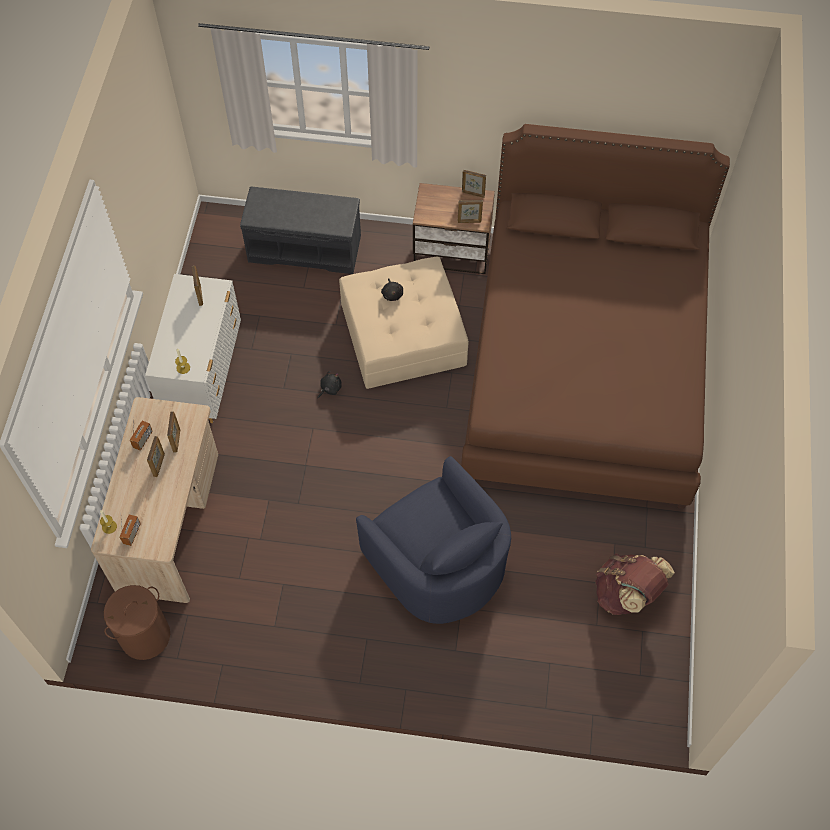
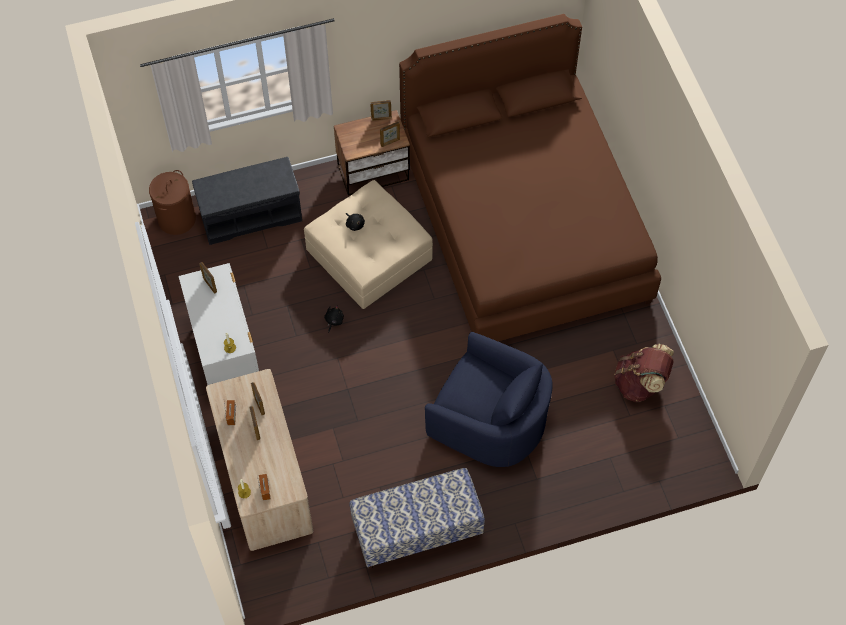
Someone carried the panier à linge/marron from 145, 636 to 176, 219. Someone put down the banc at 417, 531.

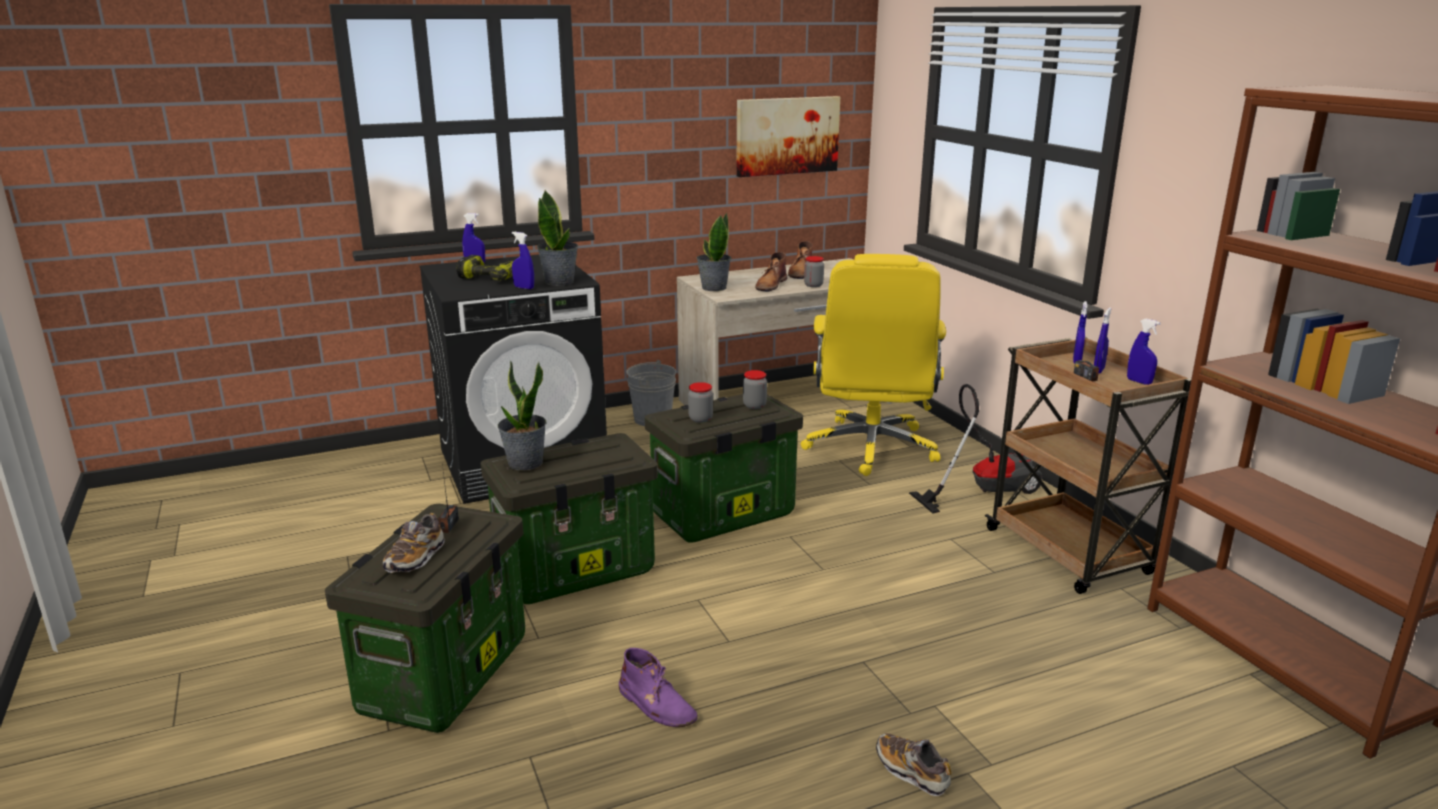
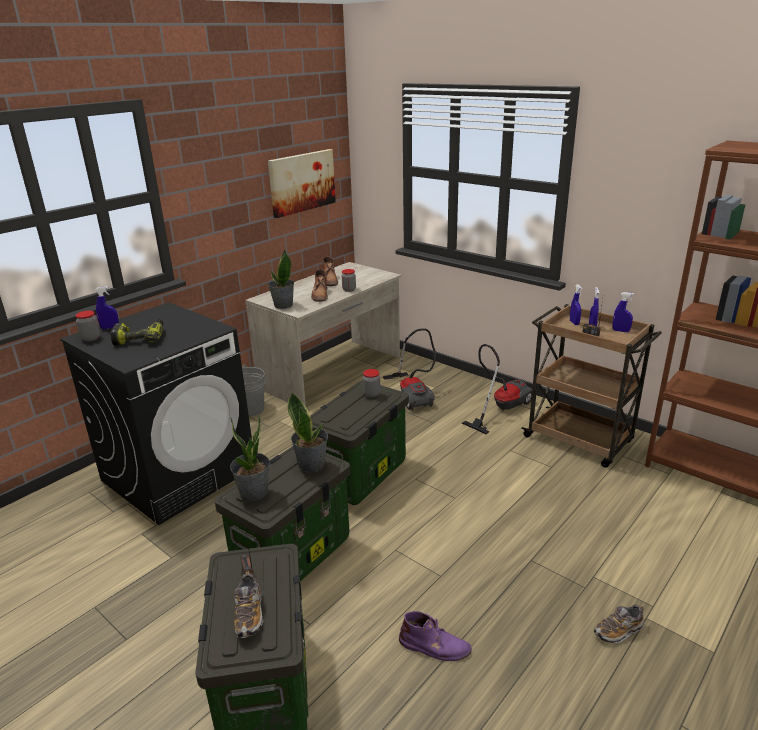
Someone carried the bocal from 700, 419 to 91, 338. Someone carried the plante en pot from 559, 282 to 312, 464. Someone swapped the chaise de bureau/jaune at 871, 448 for the aspirateur at 413, 395. Someone rotated the chaussure at 911, 772 by 45 degrees counterclockwise. Someone took away the vaporisateur/bleu at 524, 288.

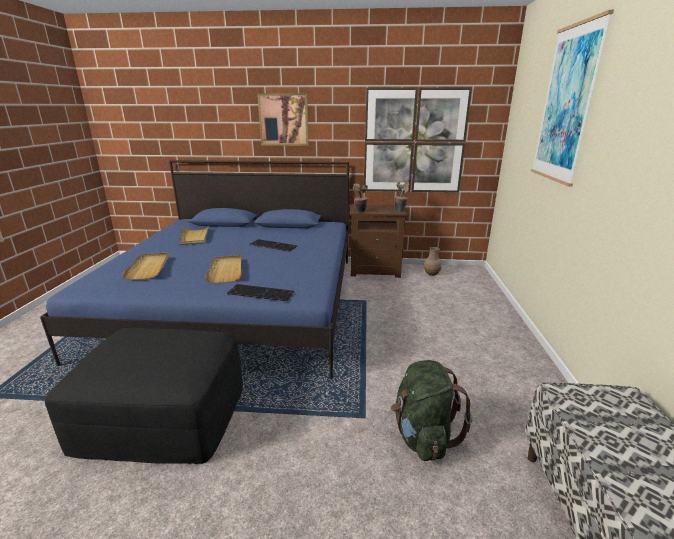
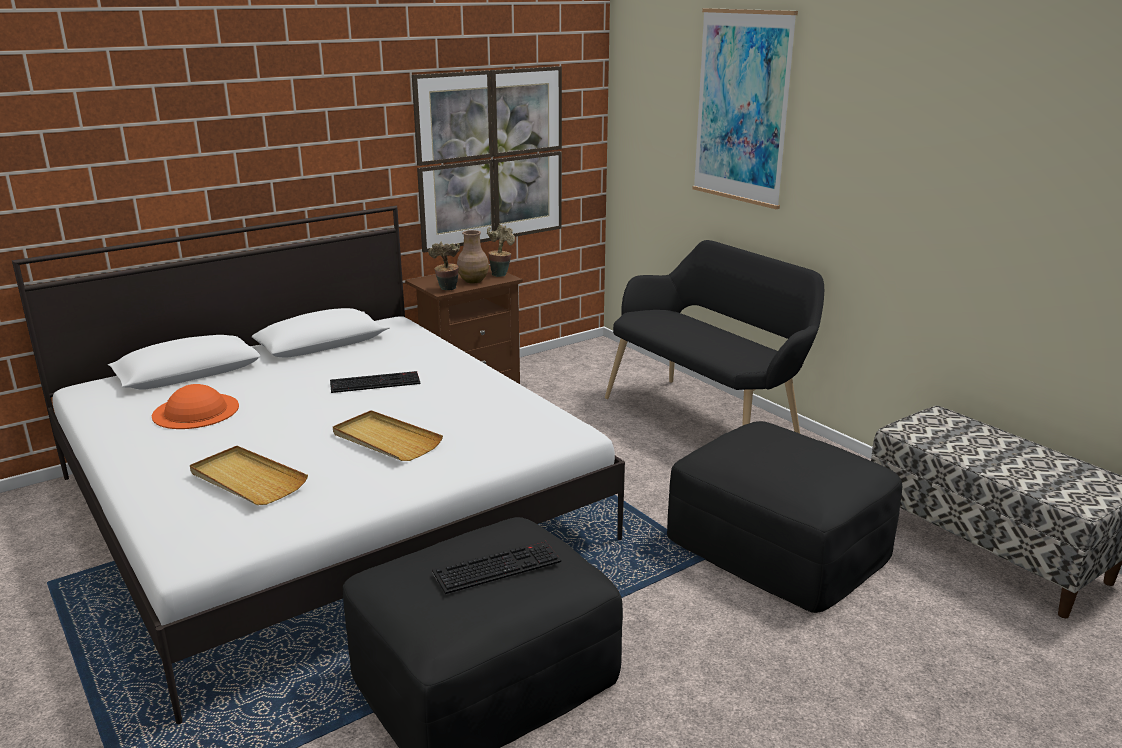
Someone repainted the lit/bleu at 238, 302, which became the lit/blanc at 327, 507. Someone swapped the plateau/beige at 194, 237 for the chapeau/orange at 196, 411. Someone carried the clavier from 261, 292 to 497, 566. Someone carried the vase/marron from 431, 273 to 473, 281. Someone put down the banc/noir at 707, 419. Someone swapped the sac à dos/vert at 423, 436 for the pouf/noir at 778, 545. Someone took away the tableau at 283, 119.

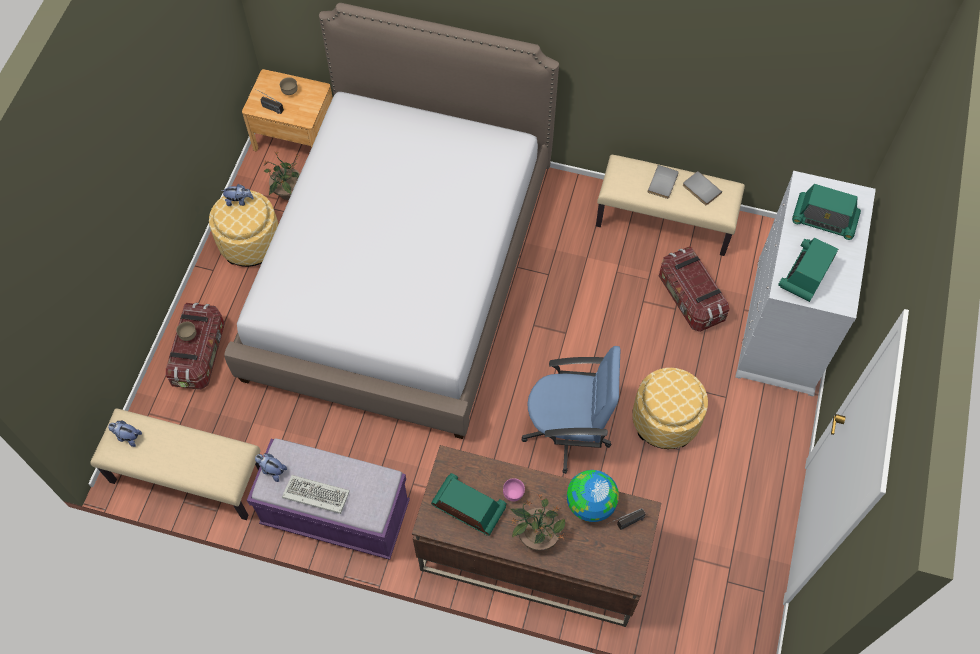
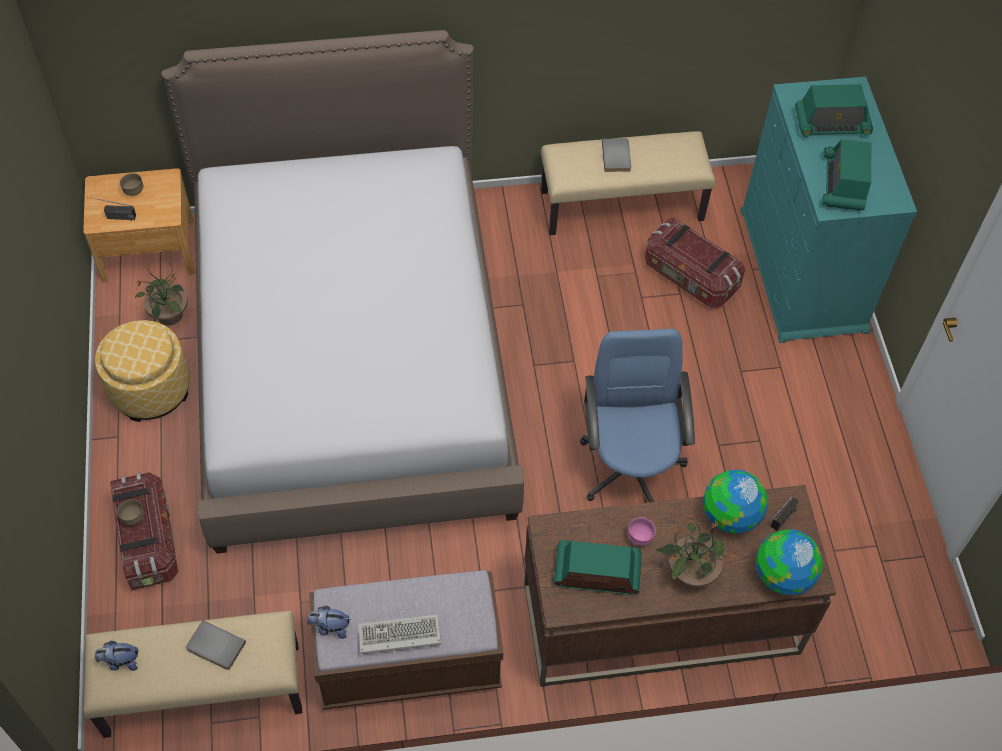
Someone carried the livre/gris from 700, 190 to 215, 647. Someone repainted the banc/violet at 336, 514, which became the banc/marron at 409, 663. Someone rotated the chaise de bureau/bleu at 568, 431 by 75 degrees counterclockwise. Someone repainted the commode/blanc at 785, 325, which became the commode/turquoise at 803, 270. Someone put down the globe at 782, 576. Someone took away the peluche at 239, 201. Someone took away the pouf at 665, 420.

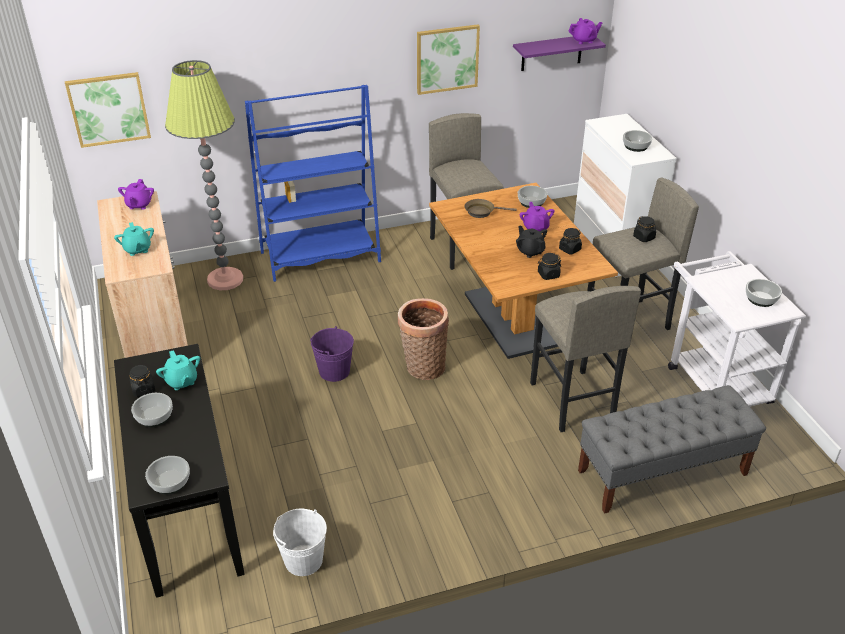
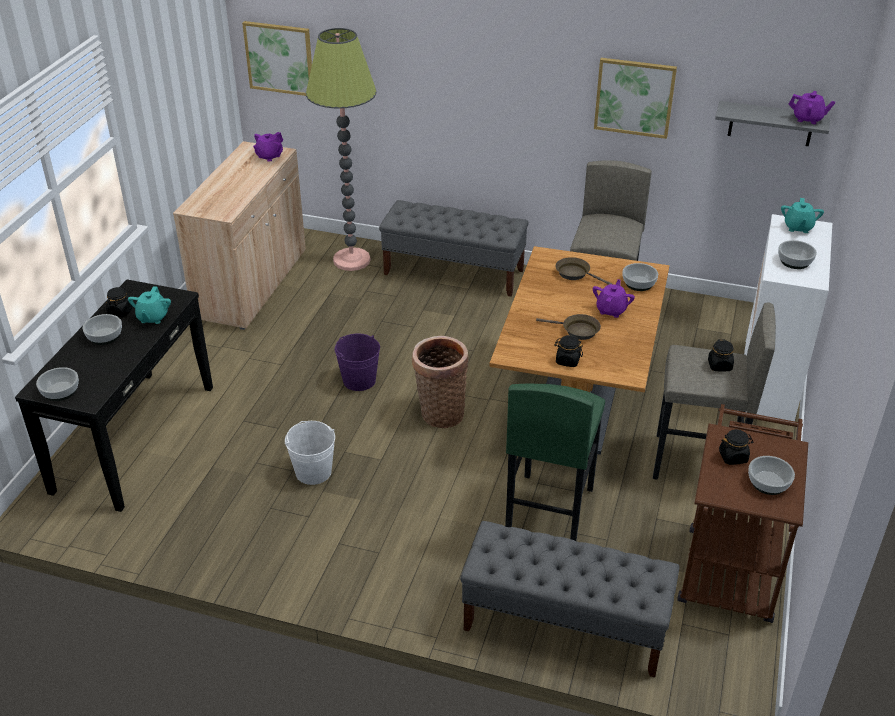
Someone carried the seau/blanc from 303, 560 to 313, 472. Someone swapped the bibliothèque/bleu at 320, 257 for the banc/gris at 454, 272. Someone repainted the tabouret/gris at 571, 401, which became the tabouret/vert at 548, 511. Someone swapped the théière/noir at 530, 251 for the poêle/marron at 577, 331. Someone repainted the chariot/blanc at 713, 379, which became the chariot/marron at 730, 565. Someone repainted the étagère/violet at 551, 52, which became the étagère/gris at 771, 124. Someone carried the bocal/noir from 570, 249 to 733, 457. Someone carried the théière/turquoise from 137, 249 to 798, 227.

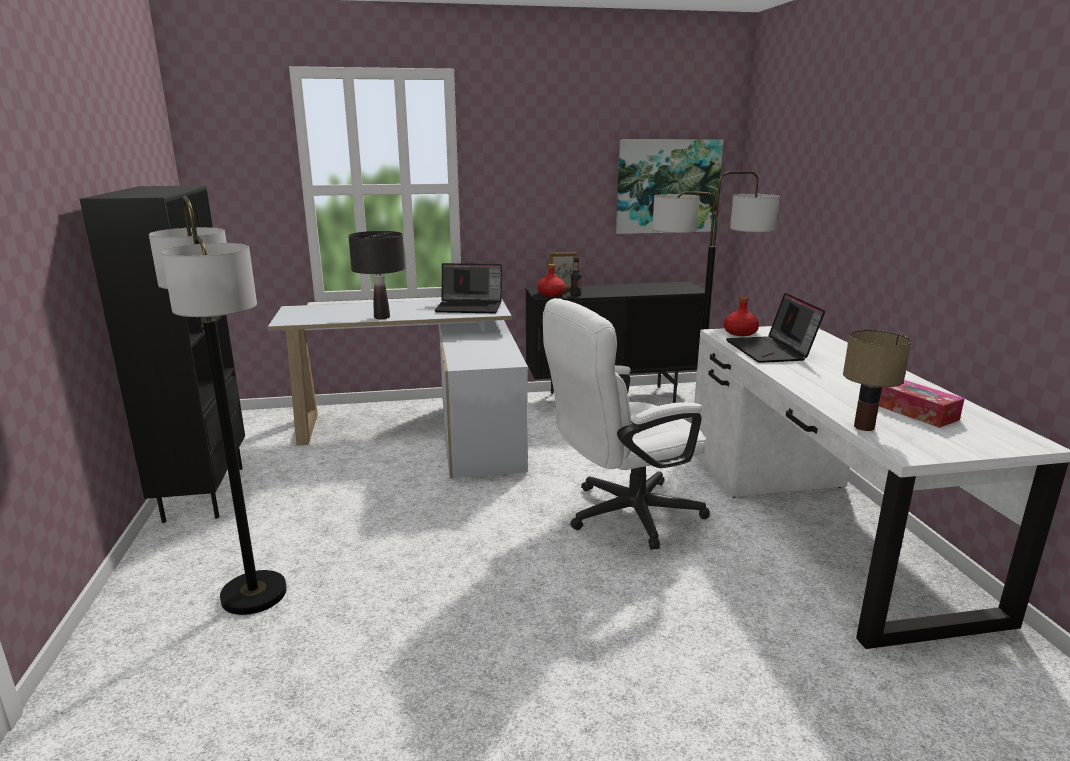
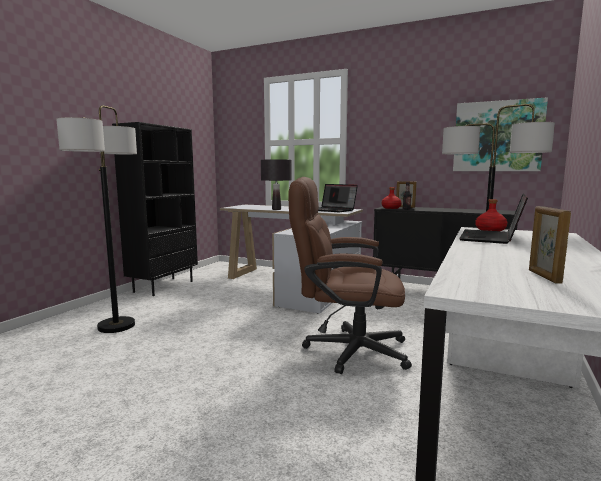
Someone repainted the chaise de bureau/blanc at 622, 515, which became the chaise de bureau/marron at 346, 350. Someone swapped the boîte à mouchoirs at 916, 412 for the cadre photo at 544, 276. Someone took away the lampe de table at 864, 427.

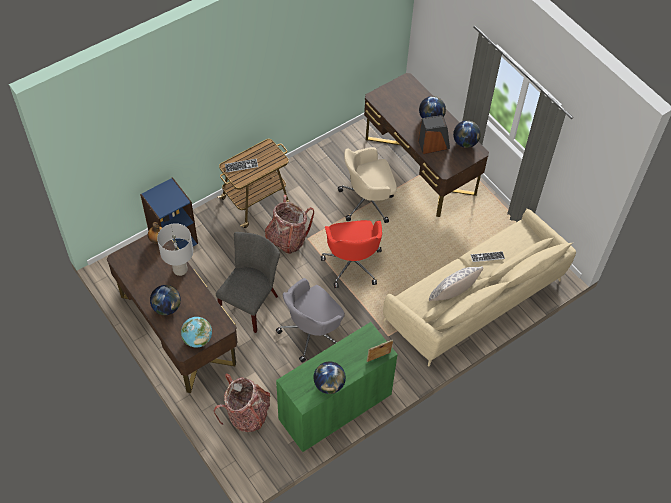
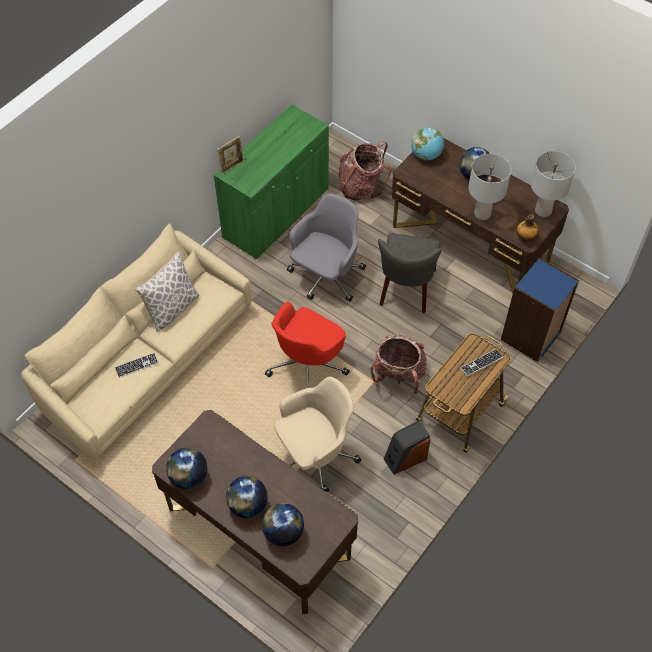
Someone carried the globe from 329, 384 to 283, 532. Someone rotated the chaise de bureau/rouge at 352, 263 by 120 degrees counterclockwise. Someone carried the enceinte from 433, 145 to 405, 458. Someone put down the lampe de table/gris at 543, 211.

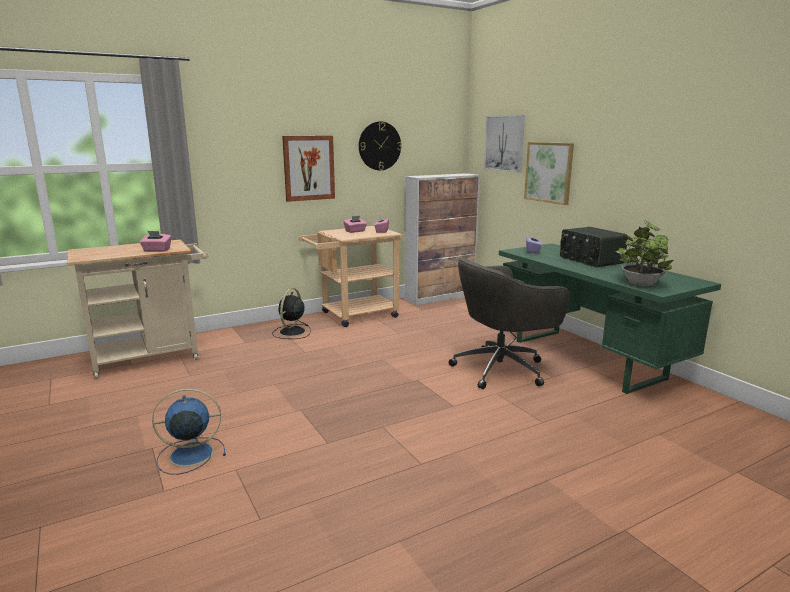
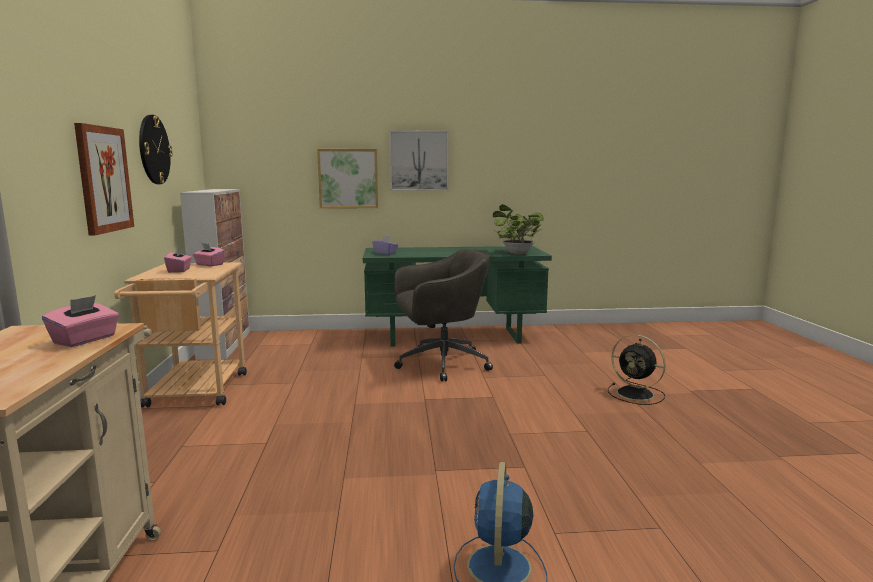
Someone carried the tableau from 504, 143 to 419, 160. Someone rotated the chaise de bureau/gris at 502, 369 by 105 degrees counterclockwise. Someone carried the ventilateur/noir from 291, 332 to 636, 394. Someone took away the radio at 590, 260.

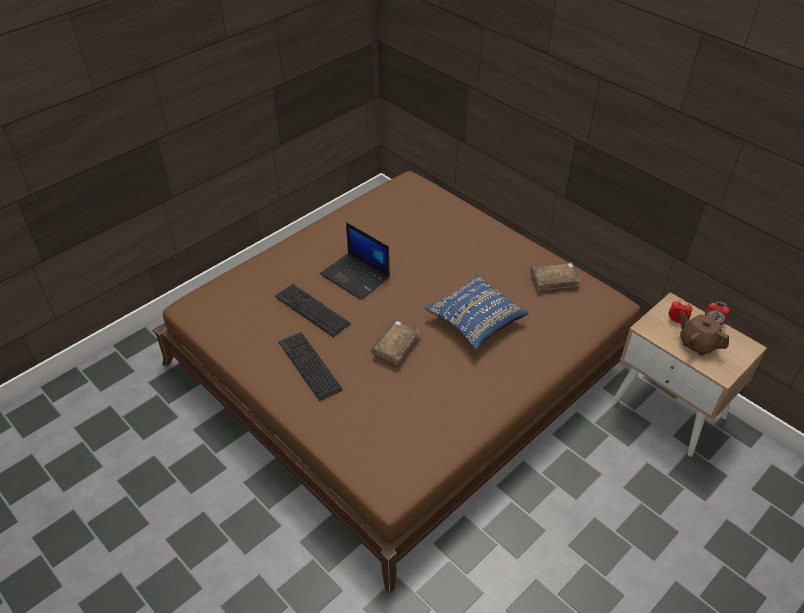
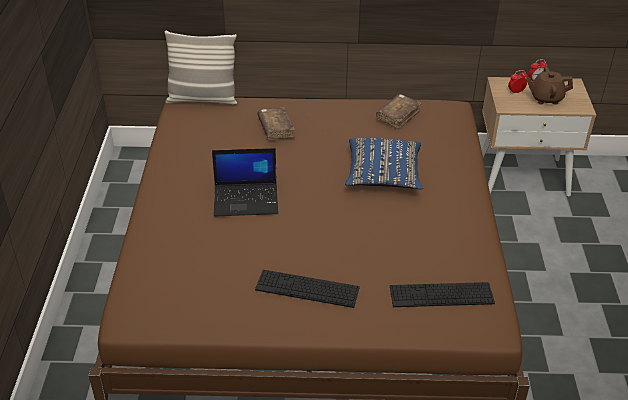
Someone put down the coussin at 202, 99. Someone carried the livre/marron from 396, 347 to 276, 129. Someone carried the clavier from 312, 310 to 441, 295.

